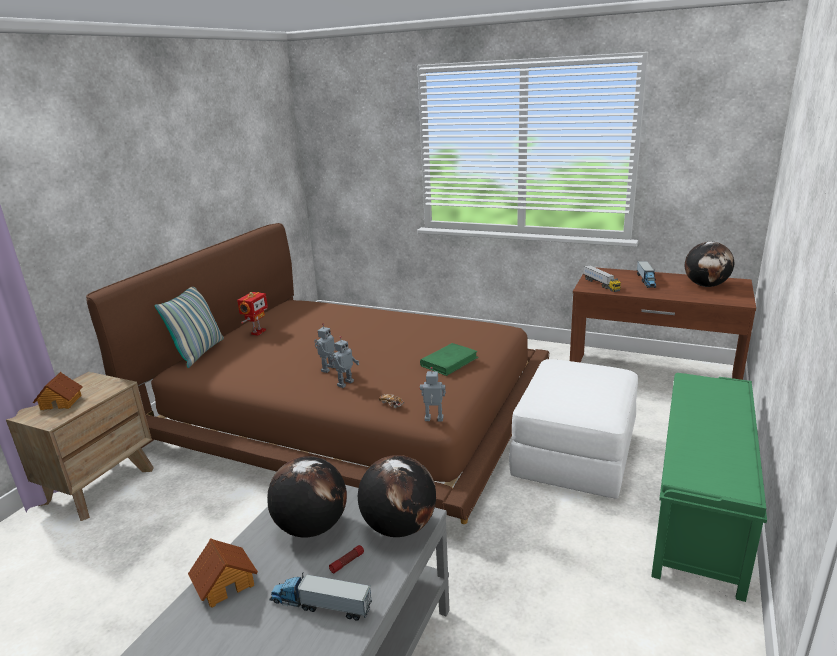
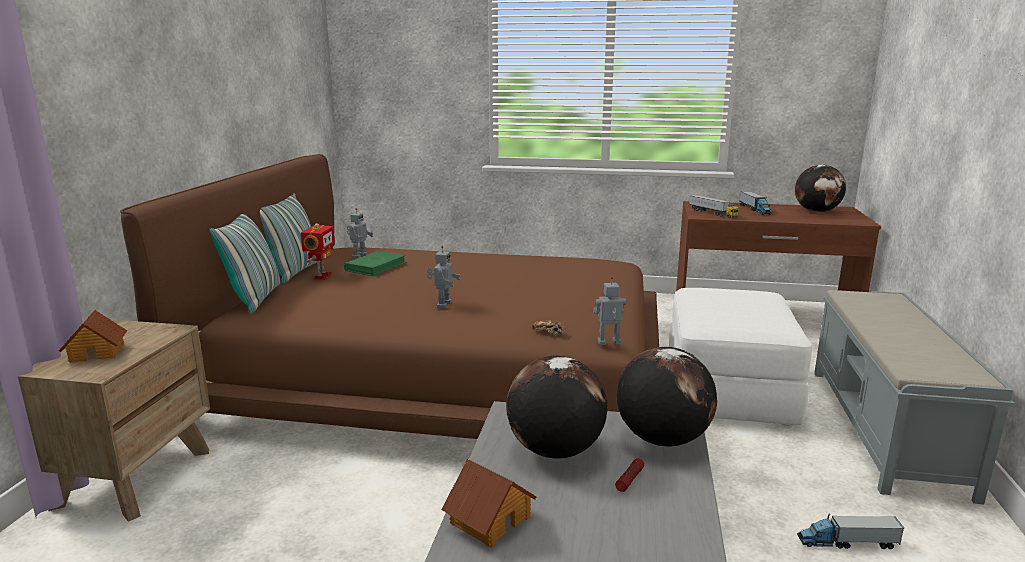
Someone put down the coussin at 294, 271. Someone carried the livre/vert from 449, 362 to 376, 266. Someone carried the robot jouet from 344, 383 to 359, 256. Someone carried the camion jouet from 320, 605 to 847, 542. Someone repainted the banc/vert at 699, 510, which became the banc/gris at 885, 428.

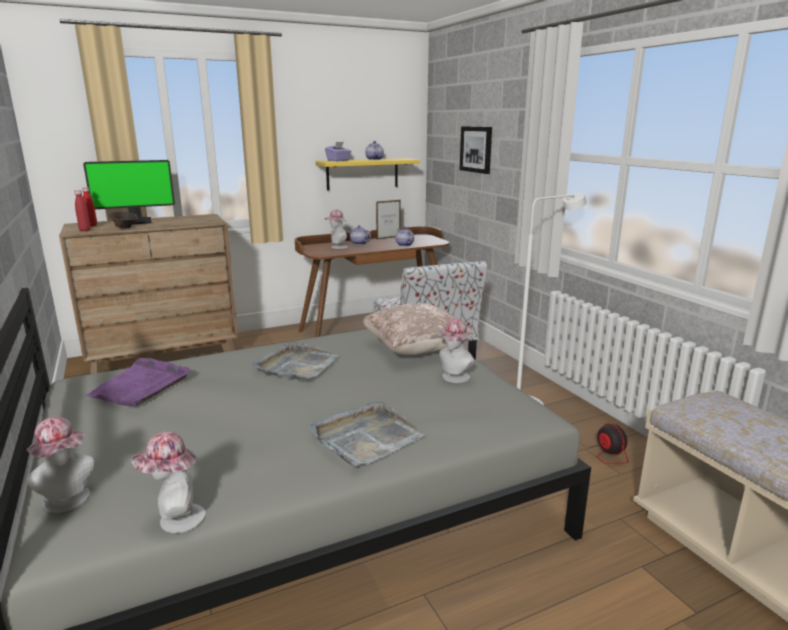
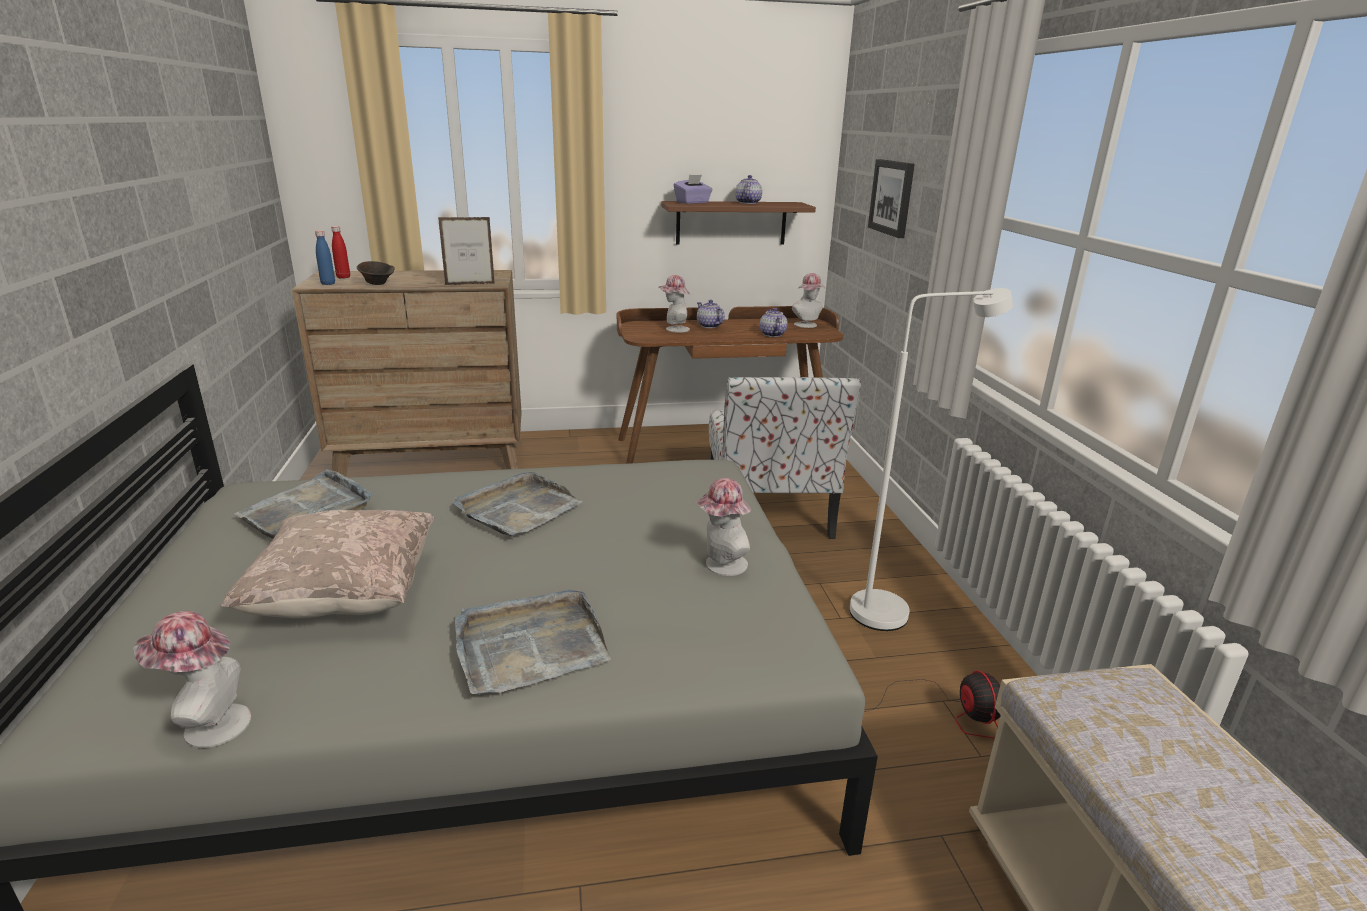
Someone carried the coussin/beige from 415, 350 to 346, 597. Someone repainted the plateau/violet at 141, 385, which became the plateau/gris at 307, 509. Someone repainted the bouteille/rouge at 85, 230, which became the bouteille/bleu at 328, 284. Someone carried the cadre photo from 388, 238 to 470, 284. Someone repainted the étagère/jaune at 362, 174, which became the étagère/marron at 731, 223. Someone carried the chapeau from 69, 501 to 807, 325. Someone took away the écran d'ordinateur at 136, 221.

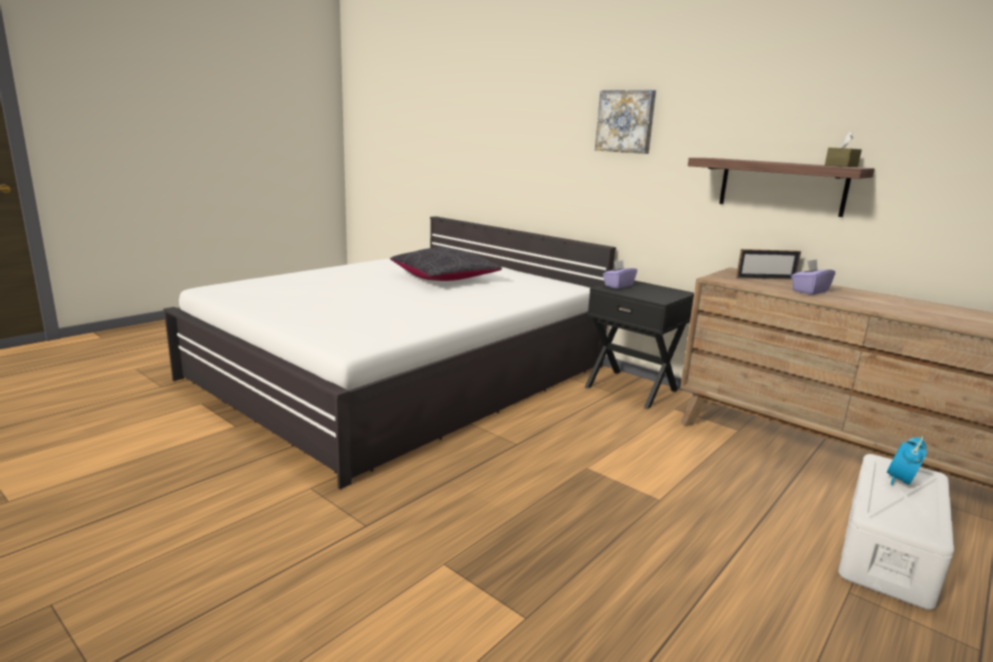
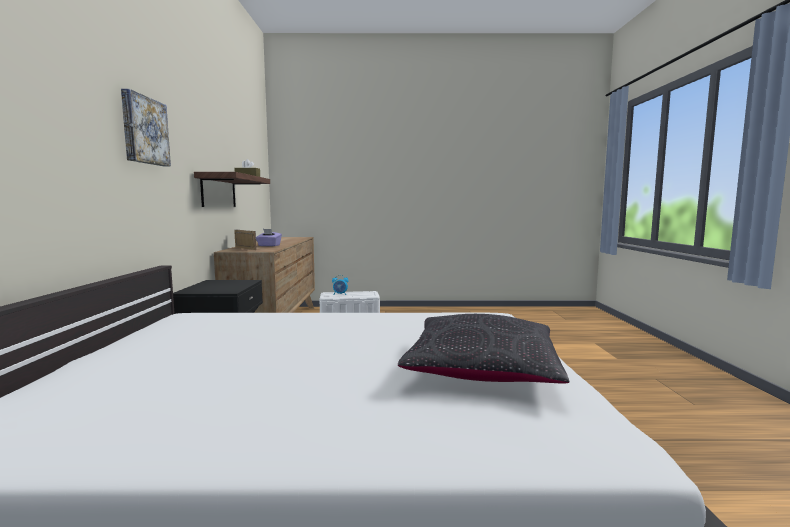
Someone carried the coussin/noir from 444, 278 to 482, 370. Someone took away the boîte à mouchoirs/violet at 618, 285.

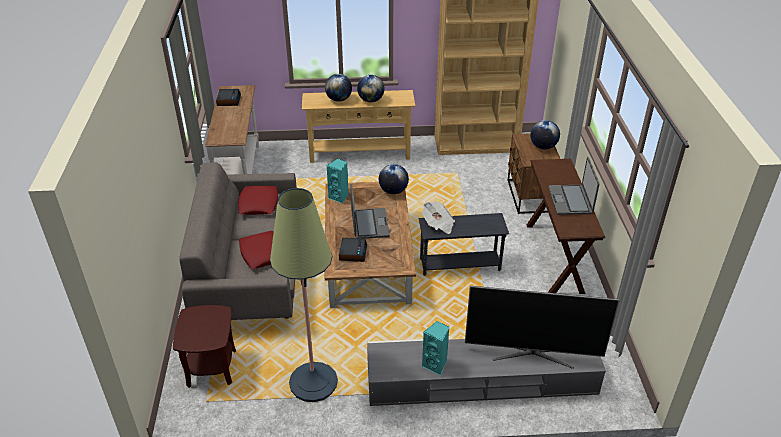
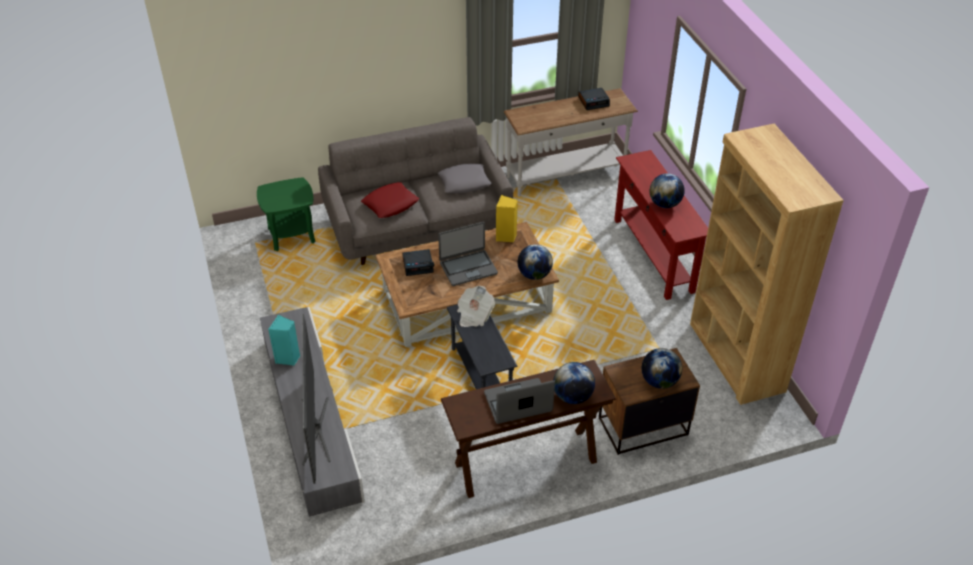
Someone repainted the table d'appoint/marron at 211, 368, which became the table d'appoint/vert at 291, 235. Someone repainted the coussin/rouge at 258, 204, which became the coussin/gris at 464, 182. Someone repainted the enceinte/turquoise at 339, 197, which became the enceinte/jaune at 506, 237. Someone carried the globe from 339, 99 to 572, 396. Someone repainted the table console/beige at 359, 153, which became the table console/rouge at 653, 255. Someone took away the lampadaire at 313, 382.

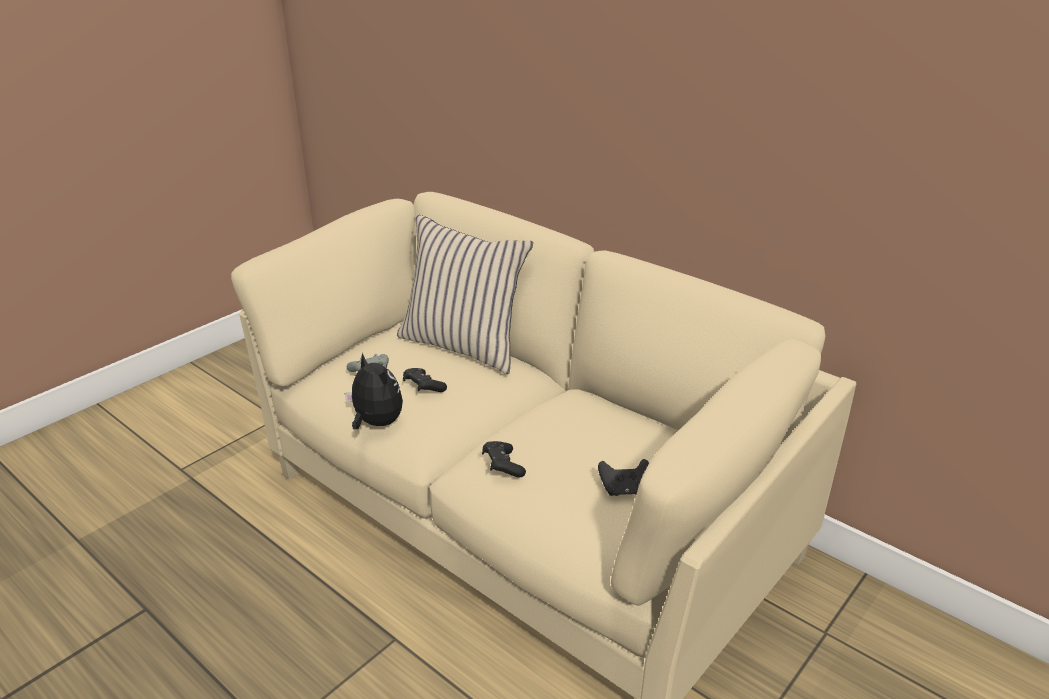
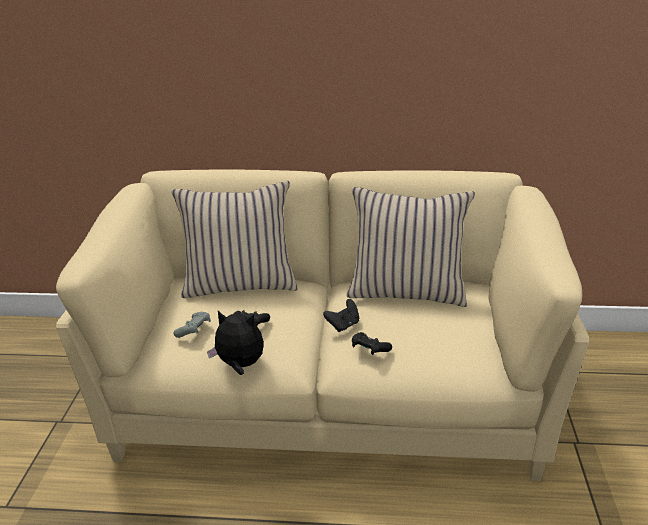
Someone carried the manette/noir from 623, 490 to 343, 325. Someone put down the coussin/beige at 406, 291.

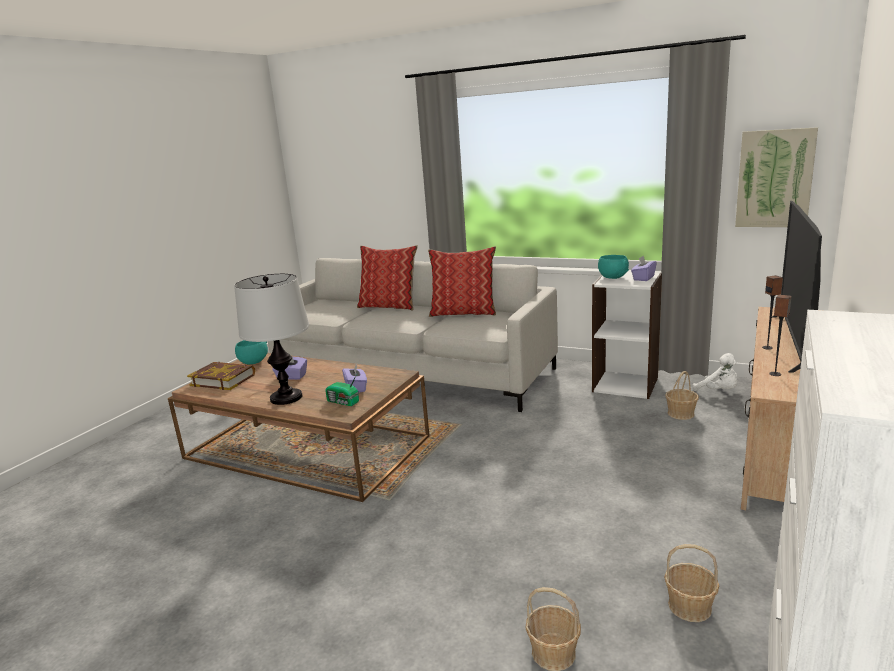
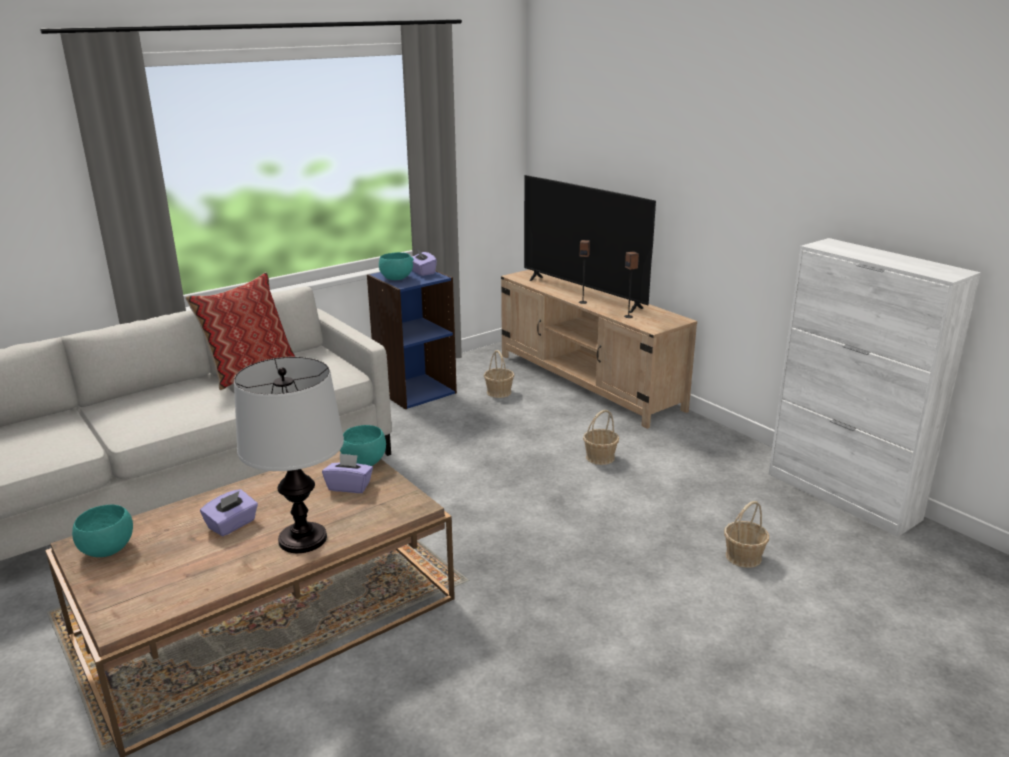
Someone put down the bol/turquoise at 364, 463. Someone repainted the bibliothèque/blanc at 625, 384, which became the bibliothèque/bleu at 415, 391. Someone carried the panier from 690, 607 to 600, 457. Someone took away the livre at 223, 380. Someone took away the radio at 343, 402. Someone took away the coussin at 389, 306. Someone took away the peluche/blanc at 718, 391. Someone took away the tableau at 774, 179.

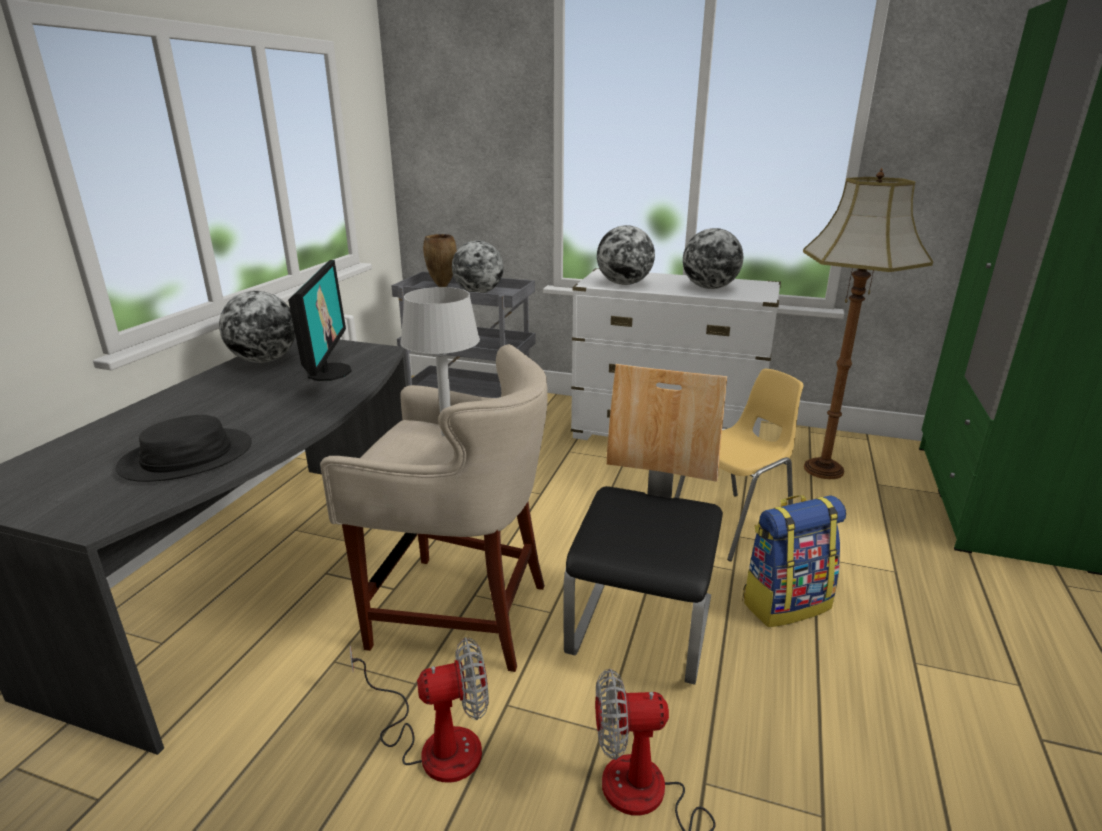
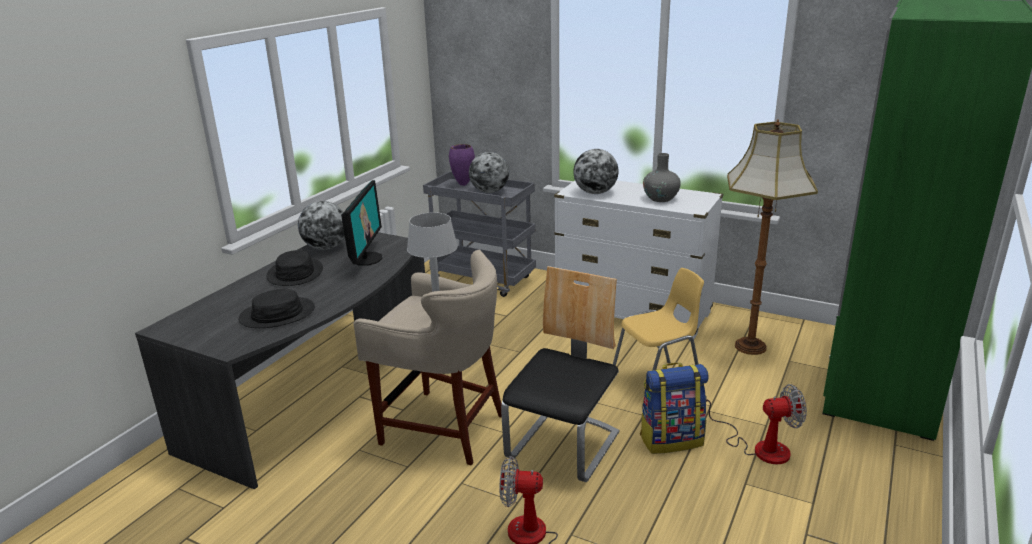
Someone put down the chapeau/noir at 295, 273. Someone repainted the vase/marron at 442, 286, which became the vase/violet at 463, 185. Someone swapped the globe at 710, 288 for the vase/gris at 660, 199. Someone carried the ventilateur from 435, 743 to 759, 447.

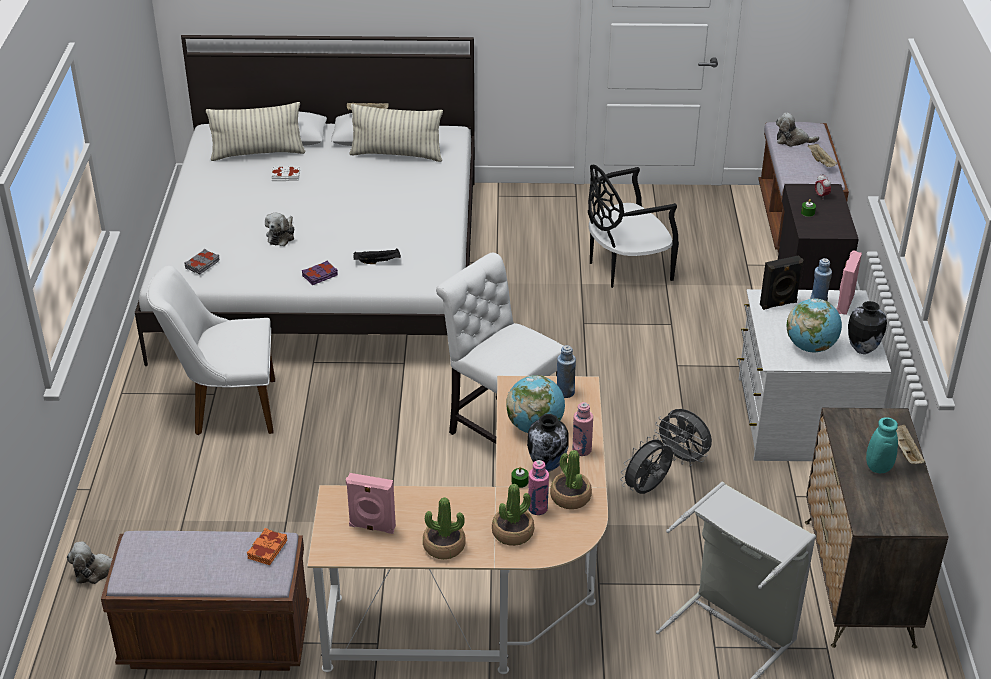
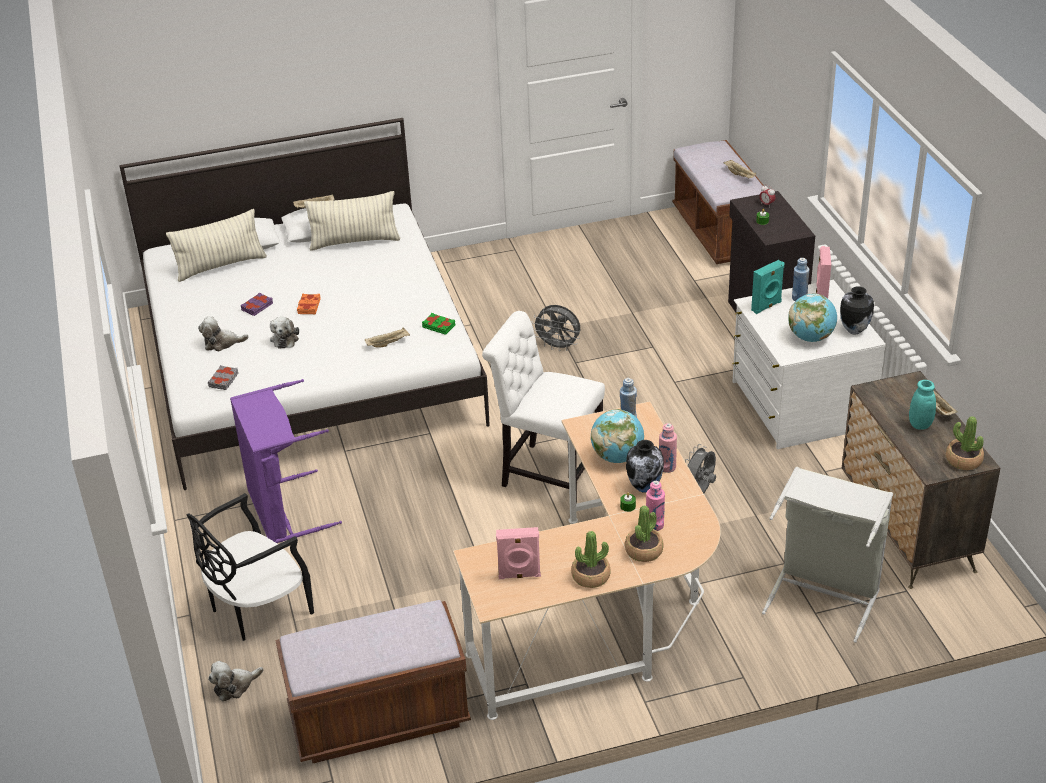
Someone carried the chaise/noir from 626, 268 to 257, 608. Someone carried the peluche from 792, 140 to 222, 343. Someone swapped the chaise/blanc at 225, 408 for the panier à linge/violet at 282, 511. Someone carried the livre/violet from 320, 276 to 257, 307. Someone carried the livre/orange from 267, 549 to 308, 306. Someone repainted the plateau/noir at 378, 261, which became the plateau/beige at 388, 343. Someone put down the livre/vert at 439, 326. Someone carried the ventilateur/gris from 683, 458 to 558, 346. Someone repainted the enceinte/noir at 778, 304, which became the enceinte/turquoise at 767, 306. Someone carried the plante en pot from 570, 497 to 963, 460. Someone took away the livre/blanc at 286, 176.

